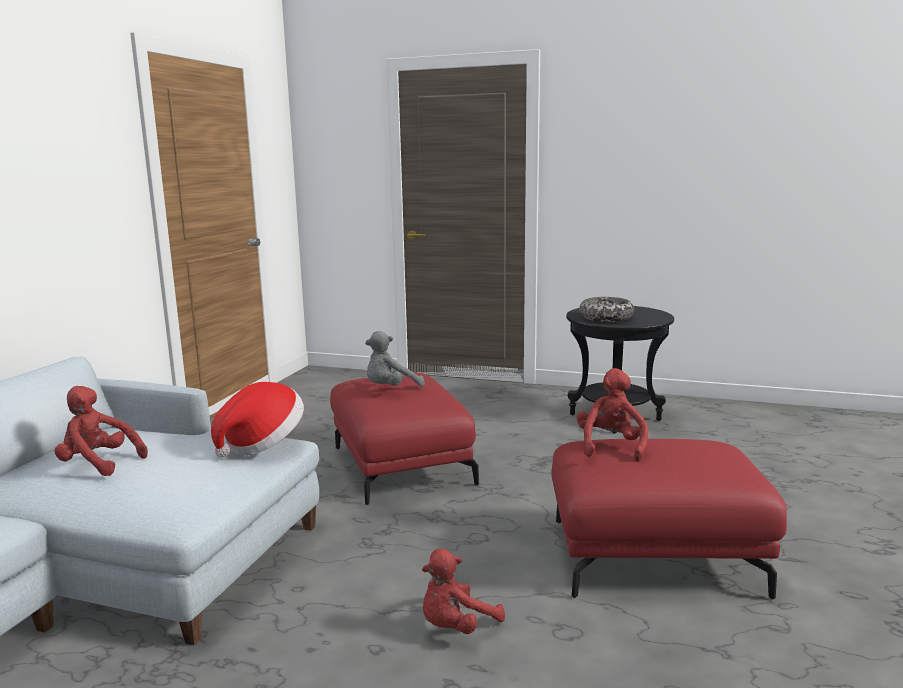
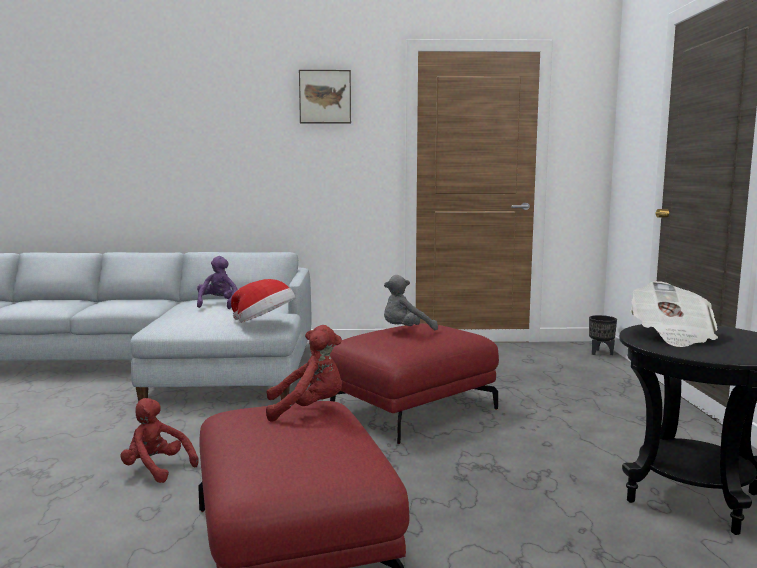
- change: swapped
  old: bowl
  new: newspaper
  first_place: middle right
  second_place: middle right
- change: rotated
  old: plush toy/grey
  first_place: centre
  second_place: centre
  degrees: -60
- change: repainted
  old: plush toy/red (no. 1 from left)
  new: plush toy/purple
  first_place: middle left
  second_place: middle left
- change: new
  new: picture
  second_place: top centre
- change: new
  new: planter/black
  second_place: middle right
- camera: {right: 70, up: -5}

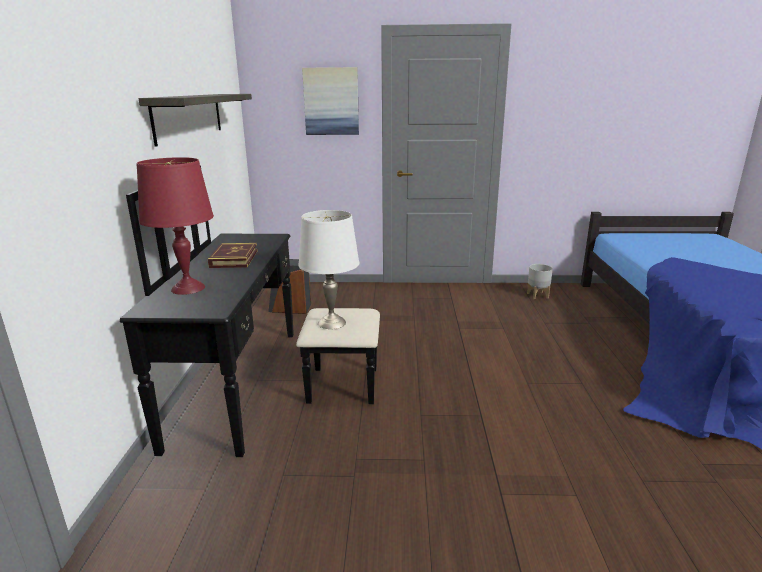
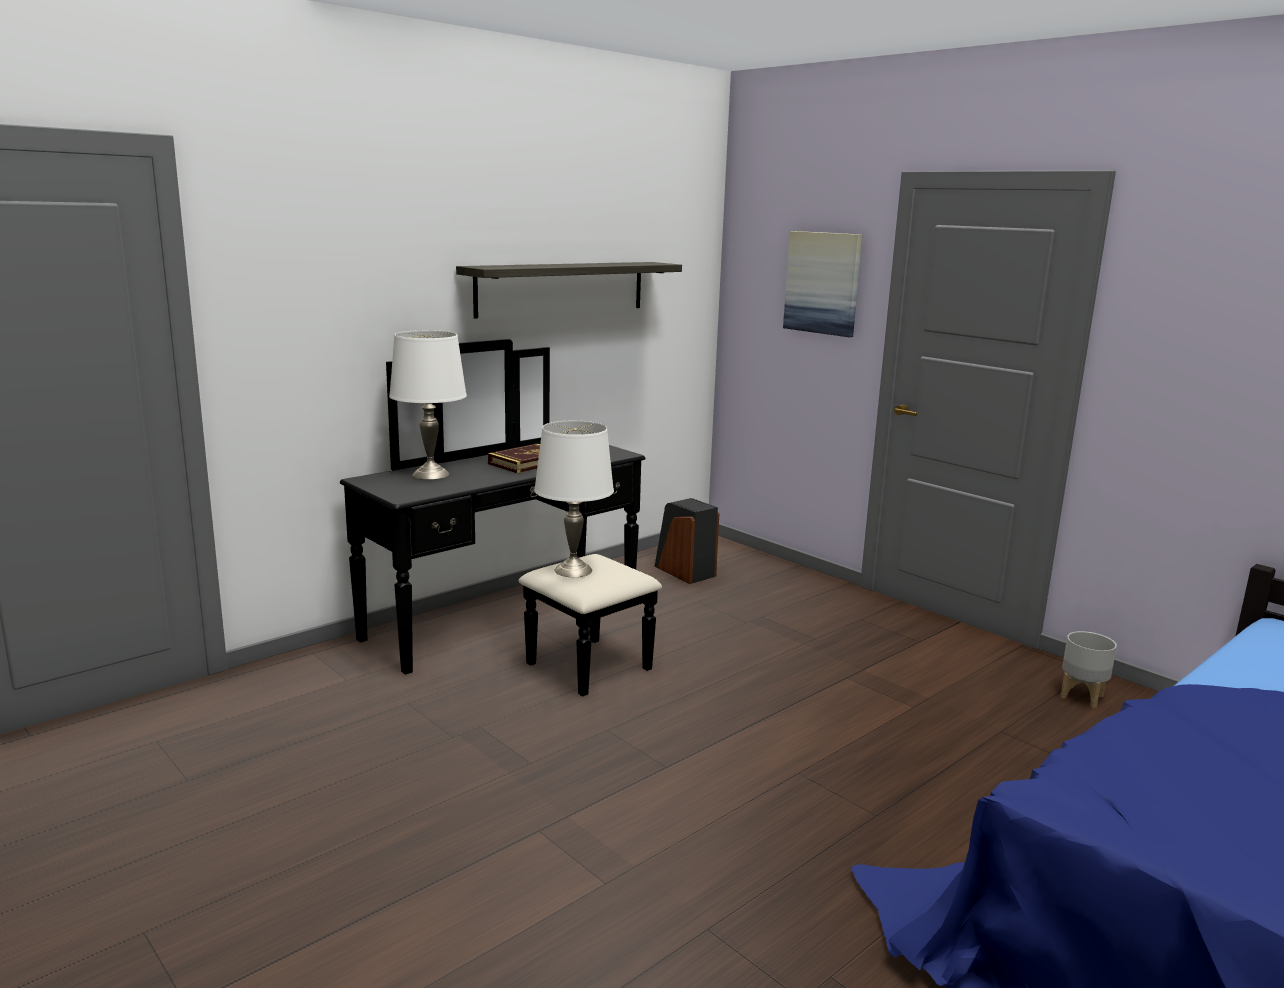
- change: repainted
  old: table lamp/red
  new: table lamp/white (no. 1 from left)
  first_place: middle left
  second_place: centre
- camera: {right: 45, up: -5}

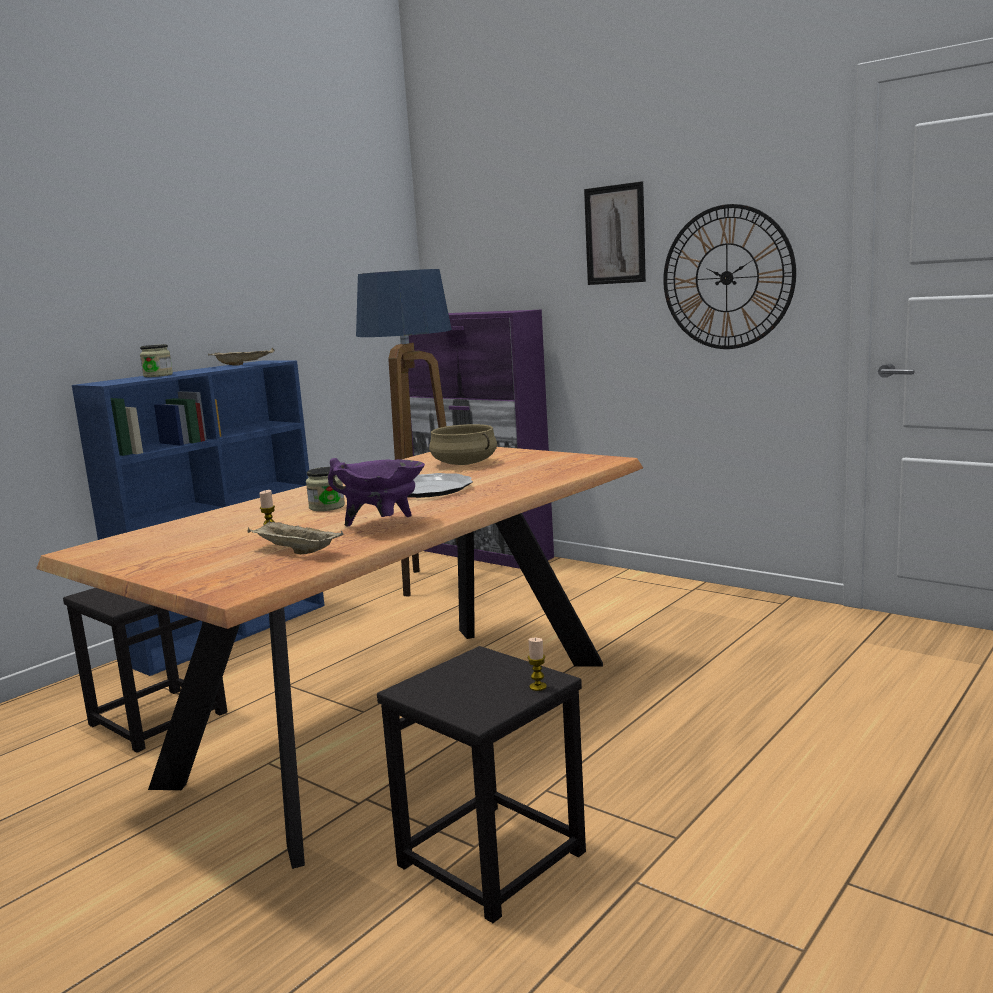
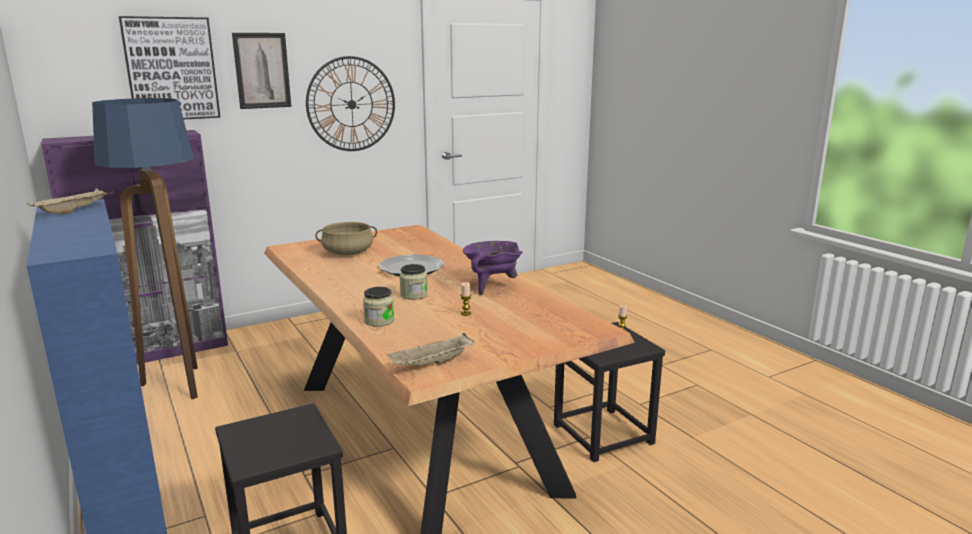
- change: shifted
  old: jar (no. 1 from left)
  first_place: middle left
  second_place: centre
- change: shifted
  old: tray/beige (no. 2 from left)
  first_place: middle left
  second_place: centre
- change: new
  new: picture (no. 1 from left)
  second_place: top left
- camera: {right: -70, up: 5}

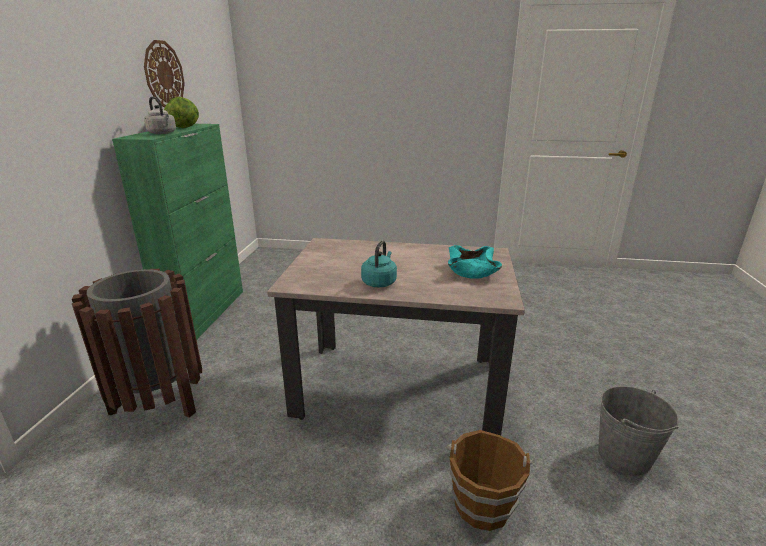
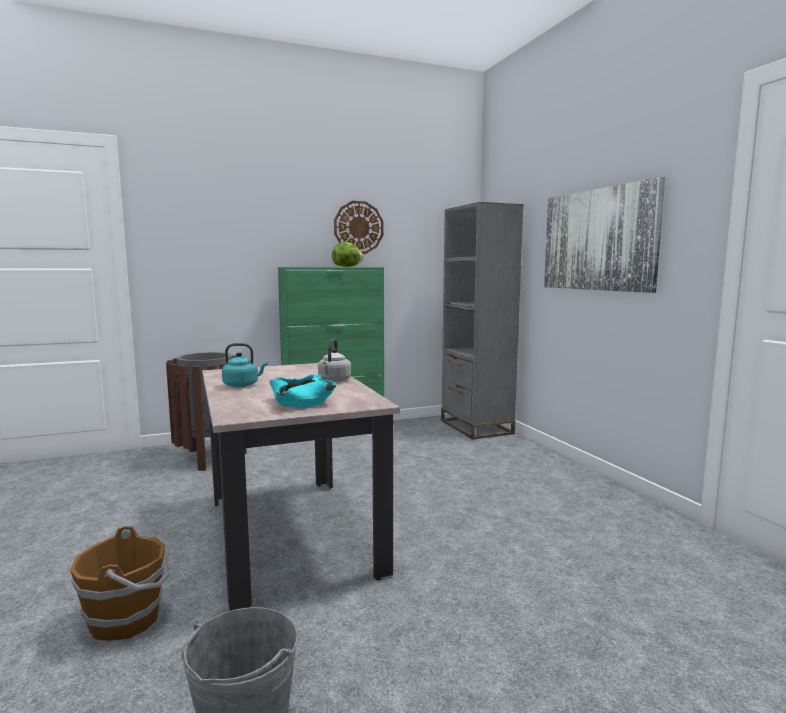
- change: shifted
  old: kettle/grey
  first_place: top left
  second_place: centre
- change: new
  new: picture
  second_place: top right
- change: new
  new: bookcase/grey
  second_place: centre
- camera: {right: 60, up: -15}

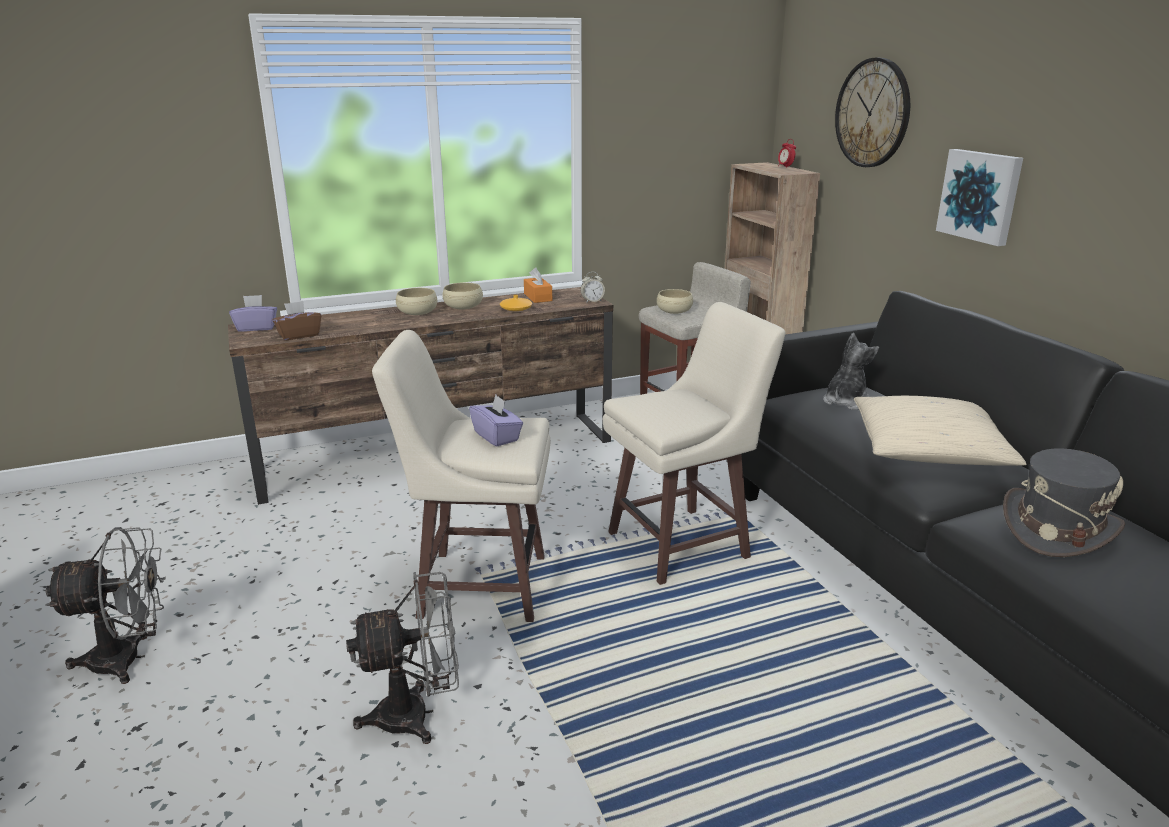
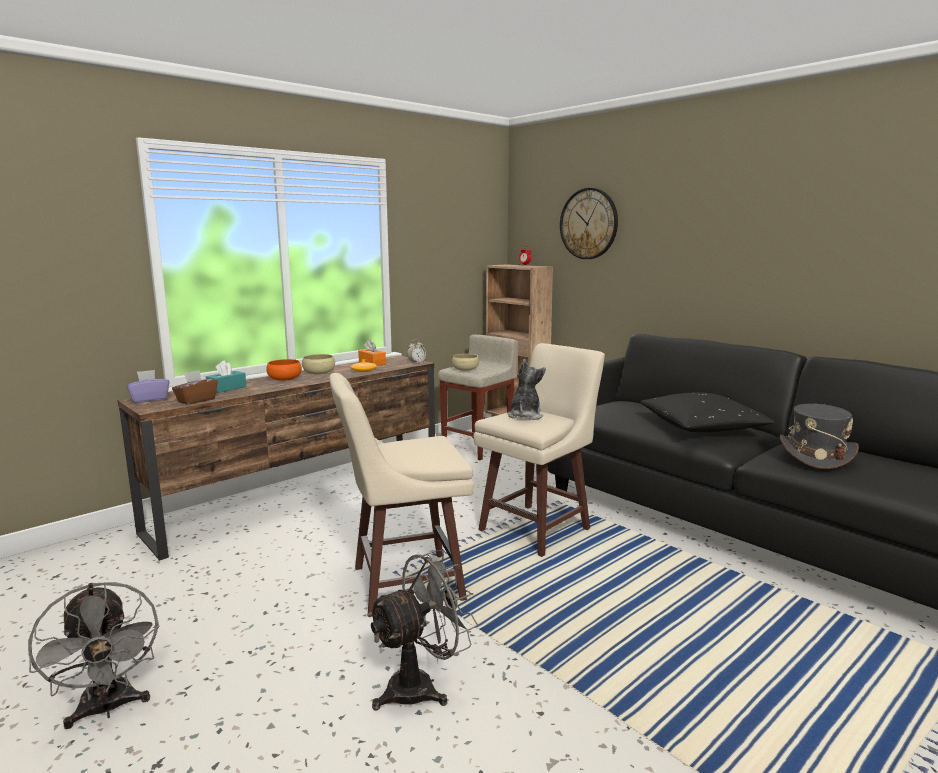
- change: gone
  old: picture
  first_place: top right
- change: repainted
  old: bowl/beige (no. 1 from left)
  new: bowl/orange
  first_place: centre
  second_place: middle left
- change: shifted
  old: plush toy
  first_place: middle right
  second_place: centre
- change: gone
  old: tissue box/purple (no. 2 from left)
  first_place: centre
- change: repainted
  old: pillow/beige
  new: pillow/black
  first_place: middle right
  second_place: middle right
- change: rotated
  old: fan/grey (no. 1 from left)
  first_place: bottom left
  second_place: bottom left
  degrees: 90
- change: new
  new: tissue box/turquoise
  second_place: middle left
- camera: {right: -20, up: -10}

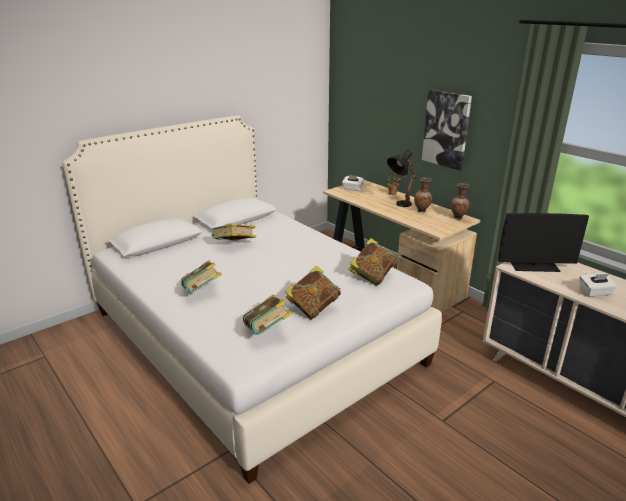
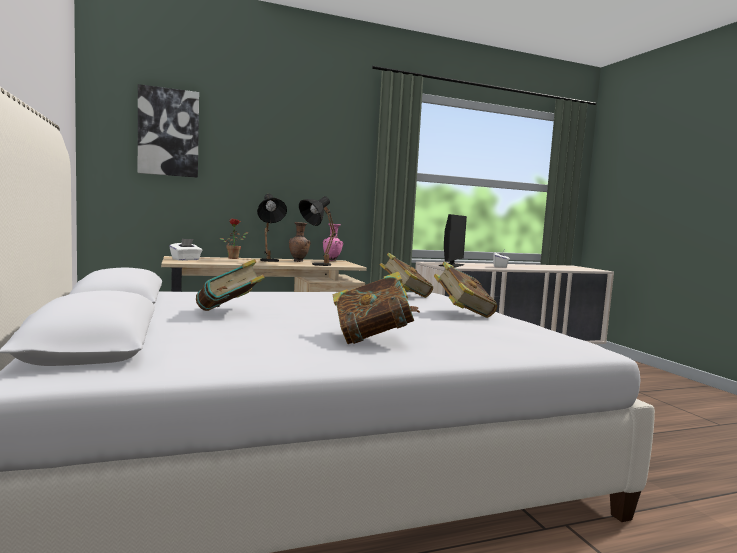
- change: shifted
  old: picture
  first_place: top right
  second_place: top left
- change: repainted
  old: vase/brown (no. 2 from left)
  new: vase/pink
  first_place: middle right
  second_place: centre
- change: gone
  old: book (no. 3 from left)
  first_place: centre
- change: new
  new: table lamp/black (no. 2 from left)
  second_place: centre
- camera: {right: -70, up: -20}

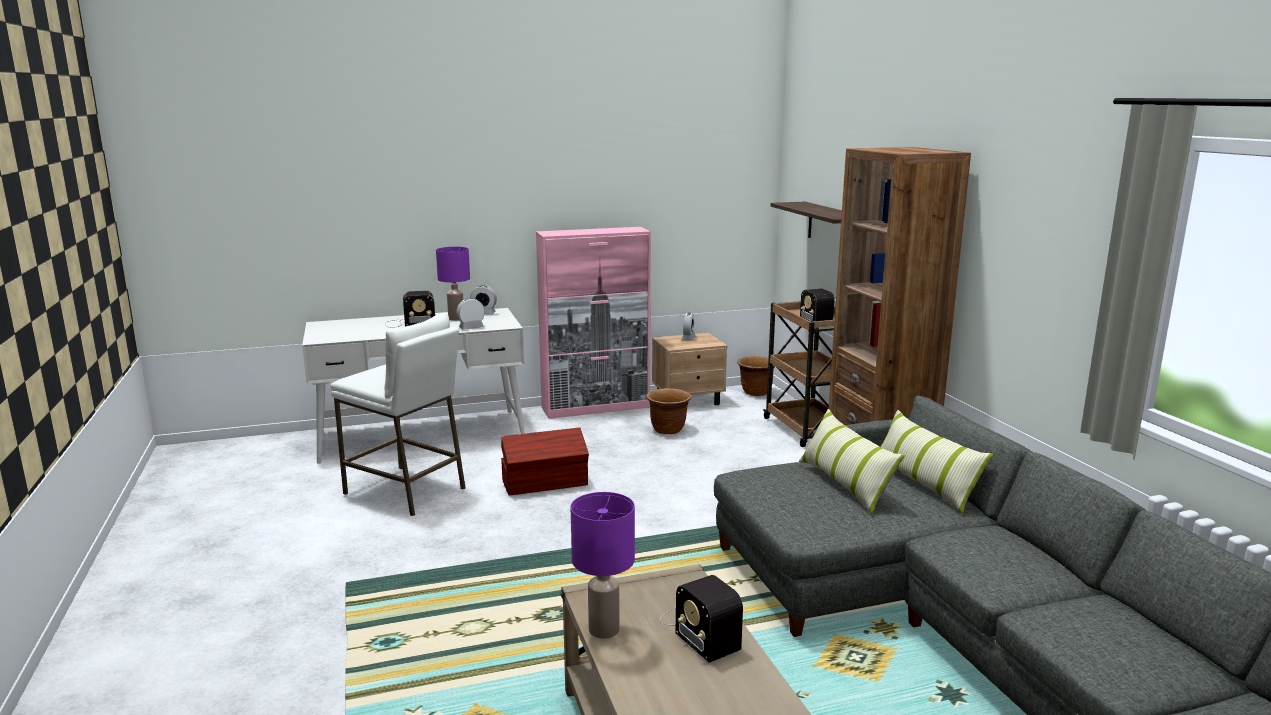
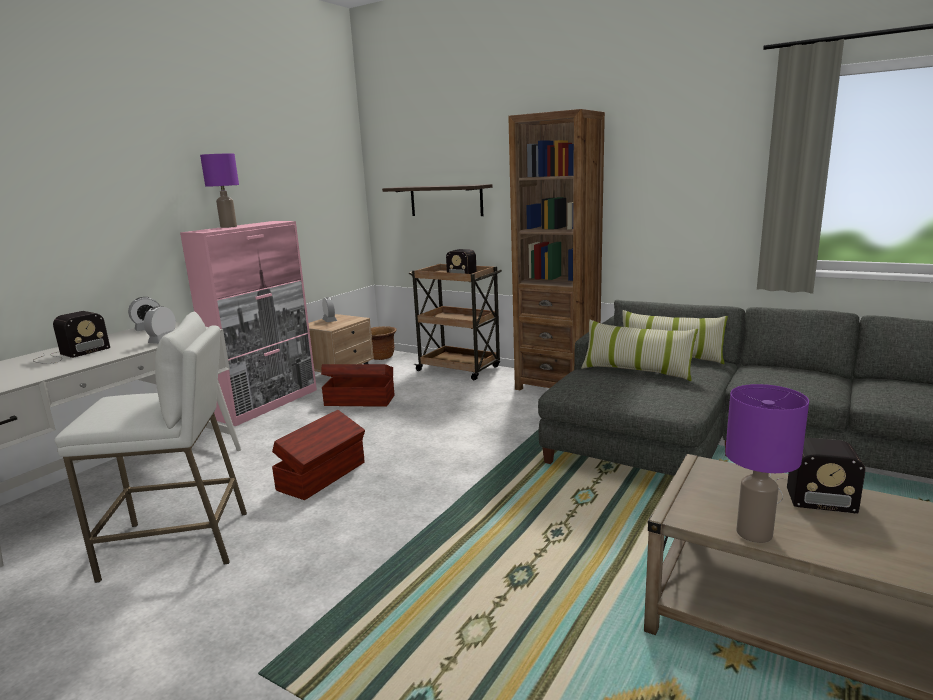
- change: shifted
  old: table lamp/purple (no. 1 from left)
  first_place: centre
  second_place: top left
- change: swapped
  old: planter/brown (no. 1 from left)
  new: storage box/brown (no. 2 from left)
  first_place: centre
  second_place: centre
- camera: {right: -40, up: 0}

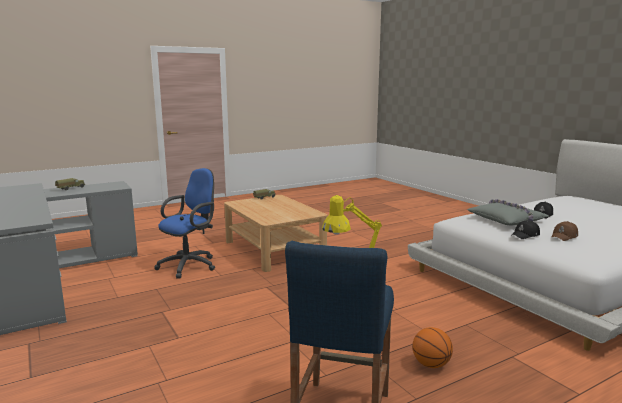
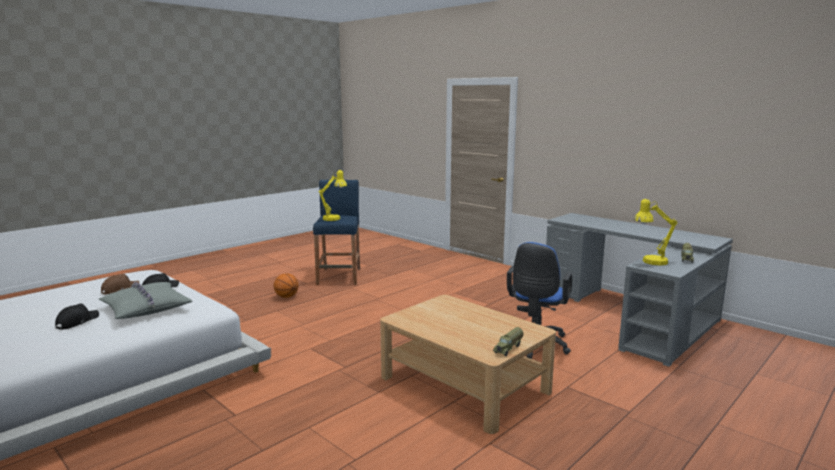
- change: new
  new: table lamp/yellow (no. 2 from left)
  second_place: middle right
- camera: {right: 165, up: 0}

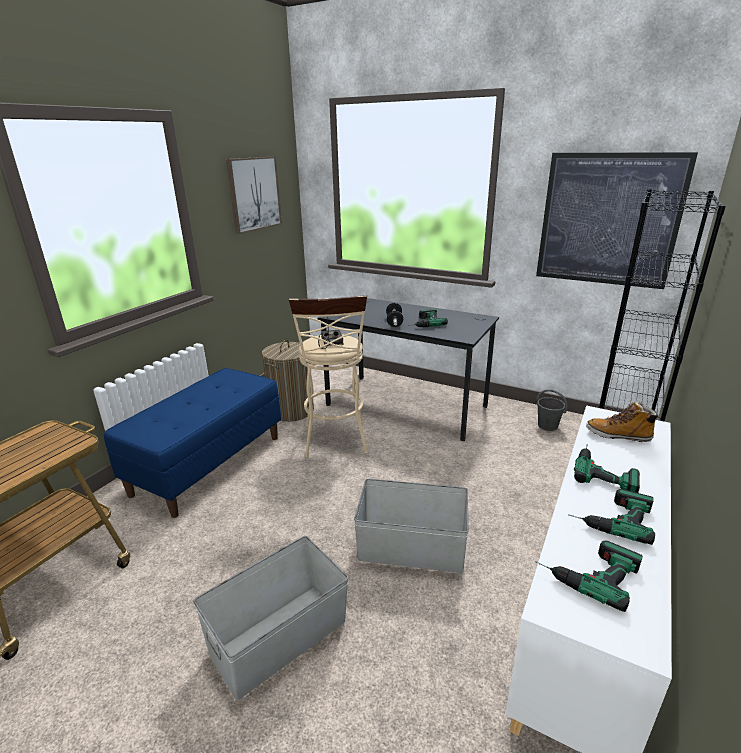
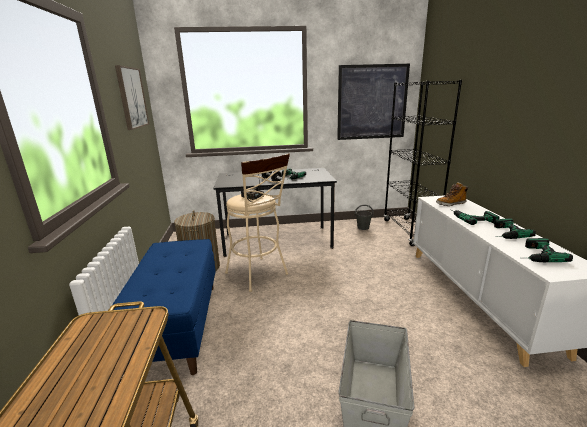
- change: gone
  old: storage box/grey (no. 2 from left)
  first_place: bottom centre
- camera: {right: -35, up: -5}

